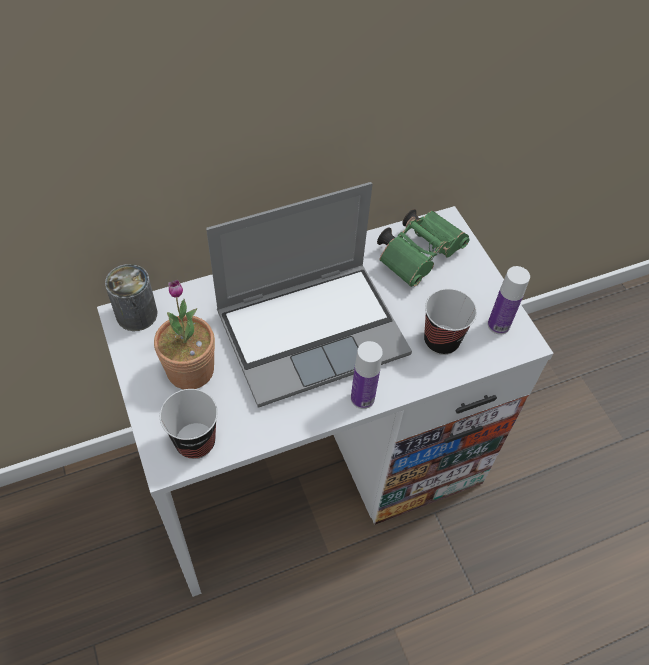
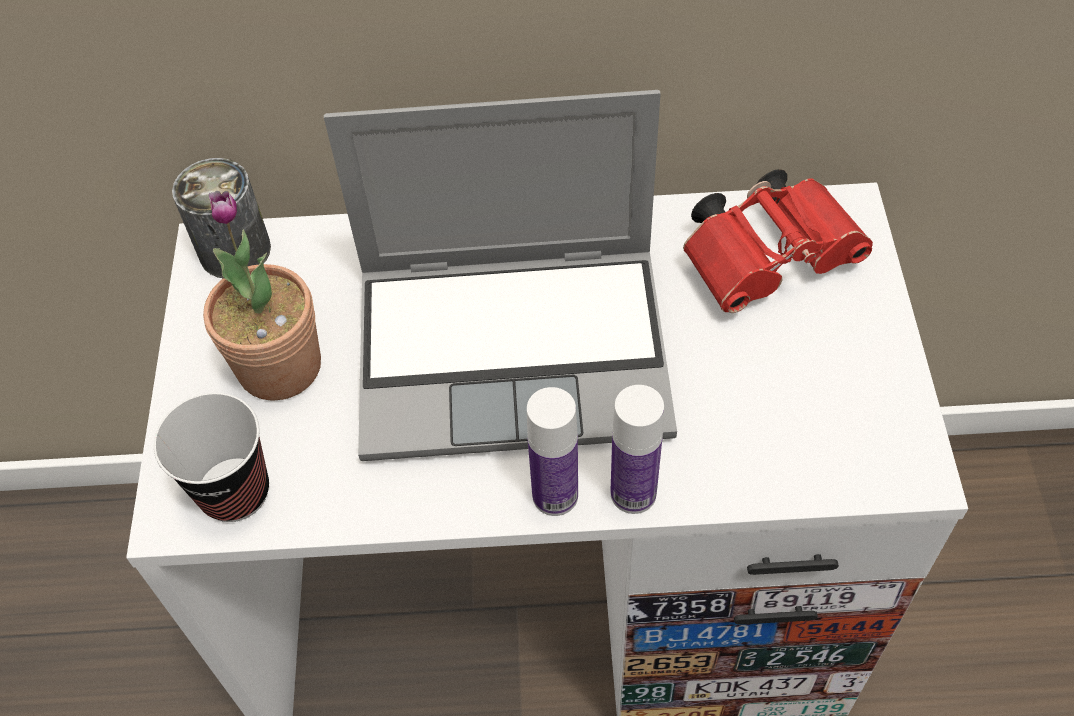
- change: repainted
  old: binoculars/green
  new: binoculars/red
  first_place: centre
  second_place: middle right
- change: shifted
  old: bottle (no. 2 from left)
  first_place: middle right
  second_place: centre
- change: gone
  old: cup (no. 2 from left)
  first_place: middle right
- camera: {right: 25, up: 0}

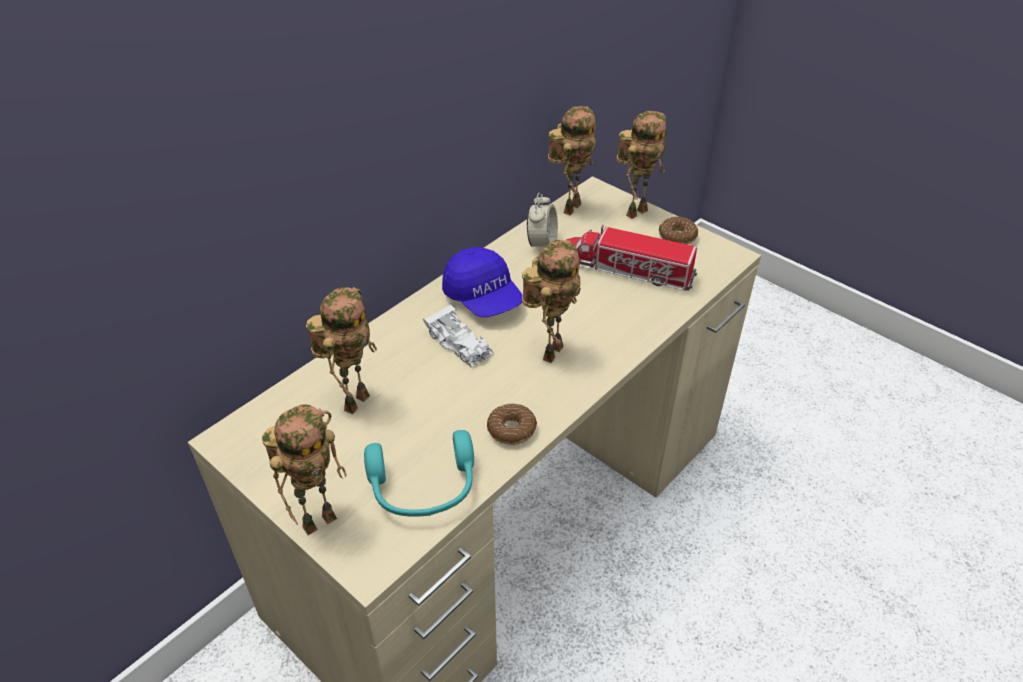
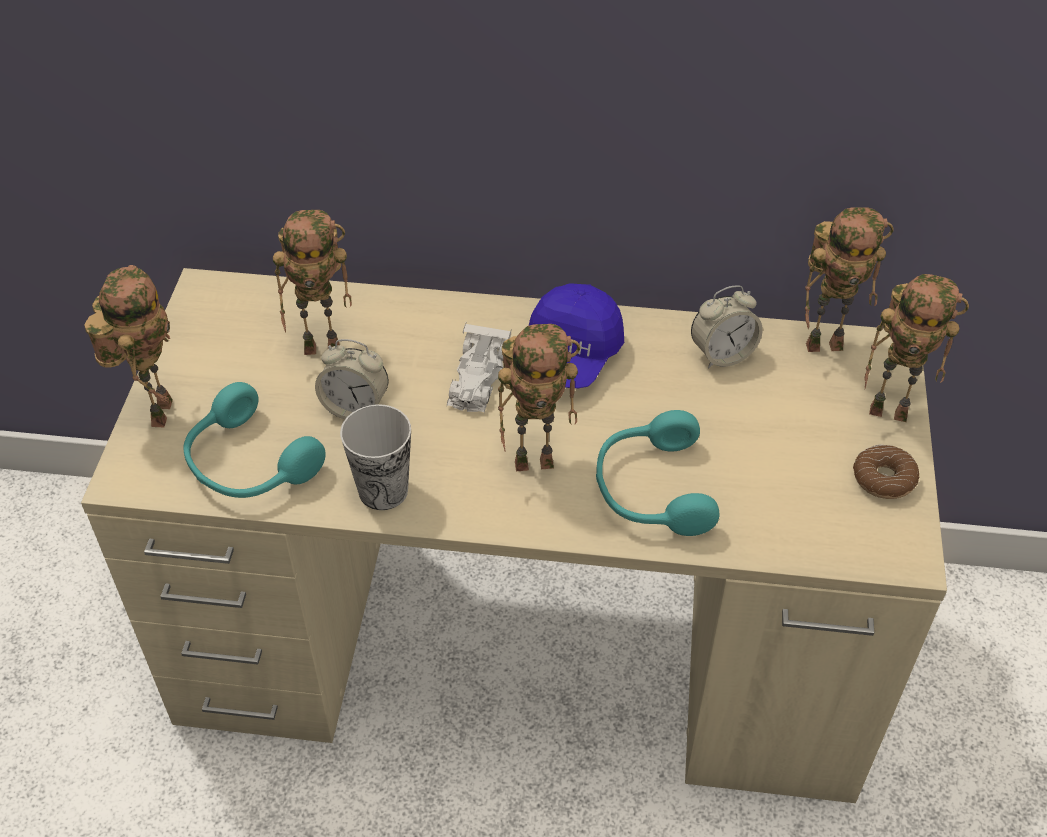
- change: gone
  old: toy truck
  first_place: centre
- change: swapped
  old: donut (no. 1 from left)
  new: cup
  first_place: centre
  second_place: centre
- change: rotated
  old: toy robot (no. 1 from left)
  first_place: bottom left
  second_place: middle left
  degrees: -105
- change: new
  new: alarm clock (no. 1 from left)
  second_place: centre
- change: new
  new: headphones/turquoise (no. 2 from left)
  second_place: centre
- camera: {right: 55, up: 5}

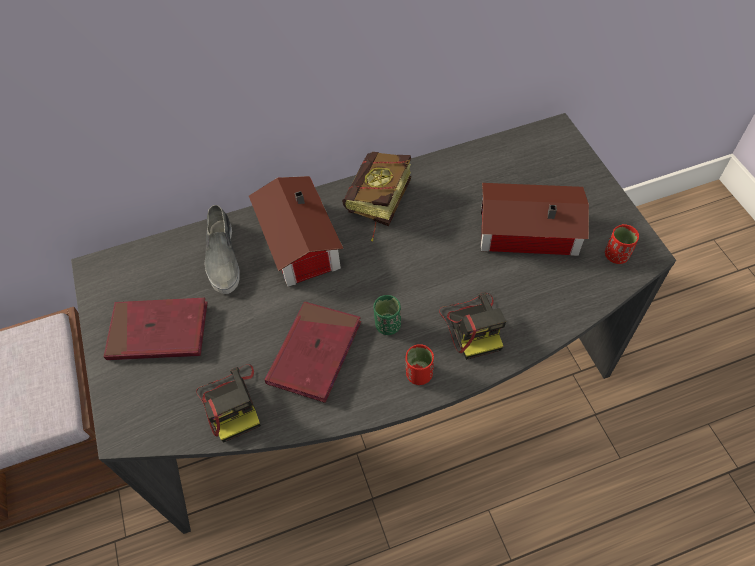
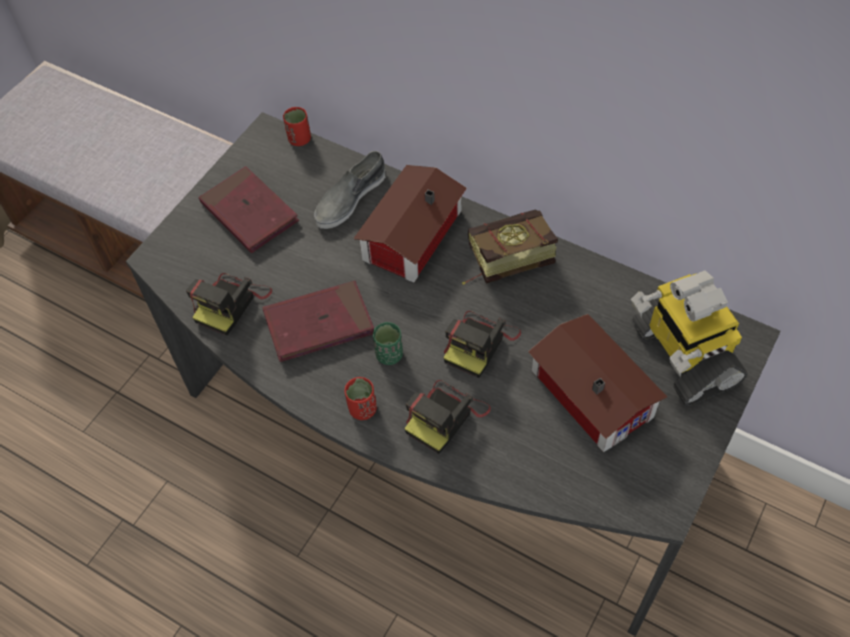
- change: shifted
  old: cup/red (no. 2 from left in the first image)
  new: cup/red (no. 1 from left)
  first_place: middle right
  second_place: top centre
- change: new
  new: toy robot
  second_place: middle right
- change: new
  new: photo camera (no. 3 from left)
  second_place: centre
- camera: {right: 50, up: 0}

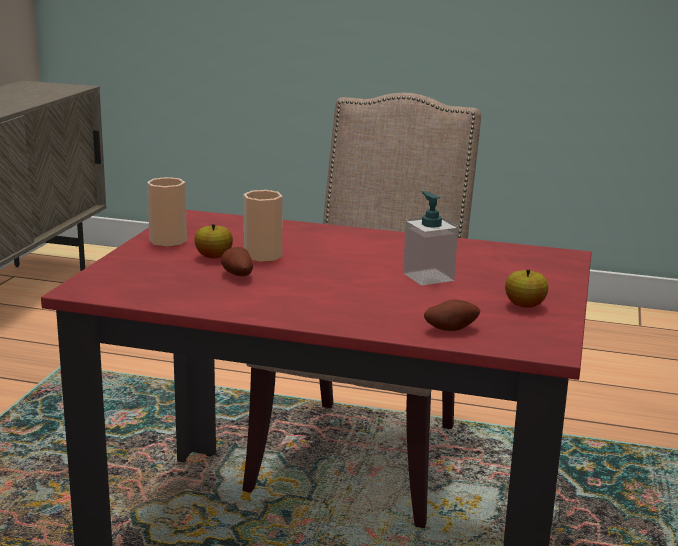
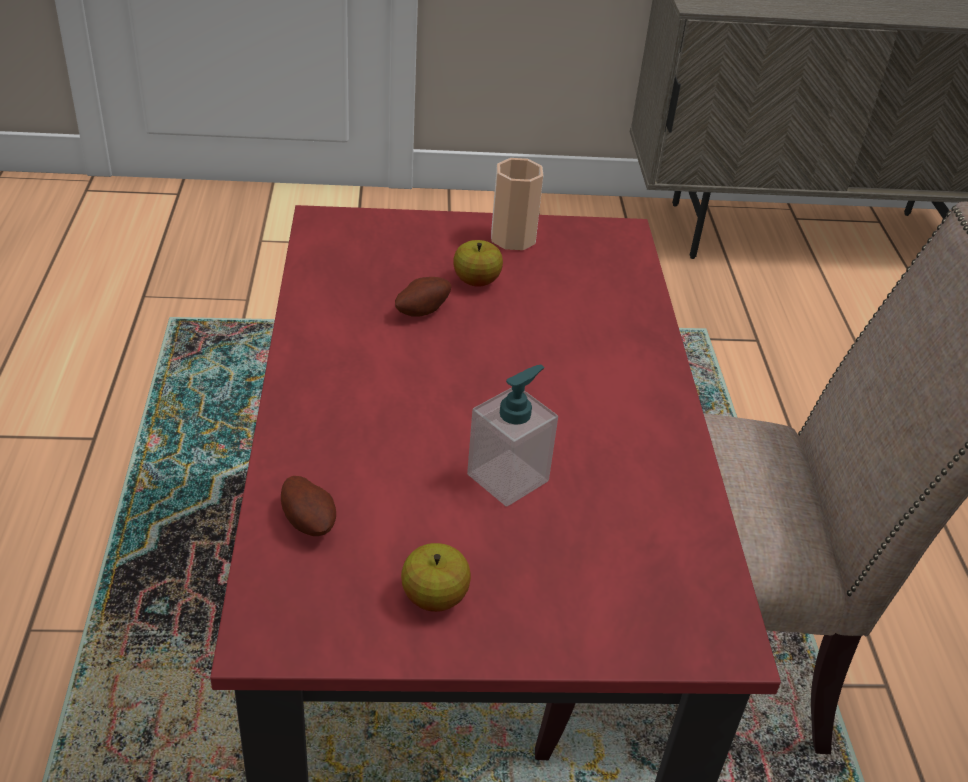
- change: gone
  old: cup (no. 2 from left)
  first_place: centre
- camera: {right: 70, up: 20}

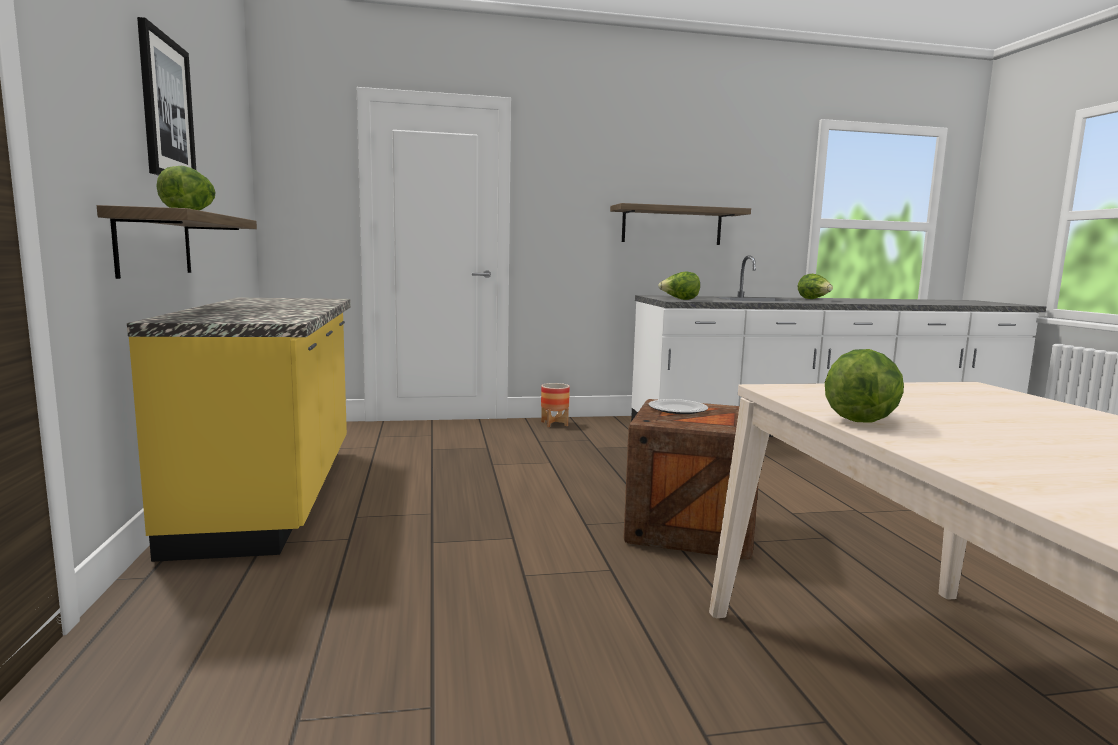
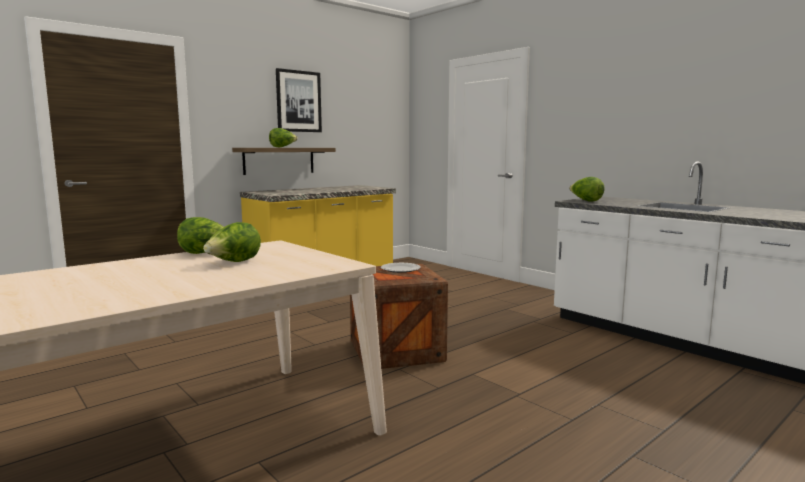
- change: gone
  old: shelf (no. 2 from left)
  first_place: top centre
- change: shifted
  old: lettuce (no. 3 from left in the first image)
  new: lettuce (no. 2 from left)
  first_place: middle right
  second_place: middle left
- change: gone
  old: planter
  first_place: centre
- camera: {right: 60, up: 0}

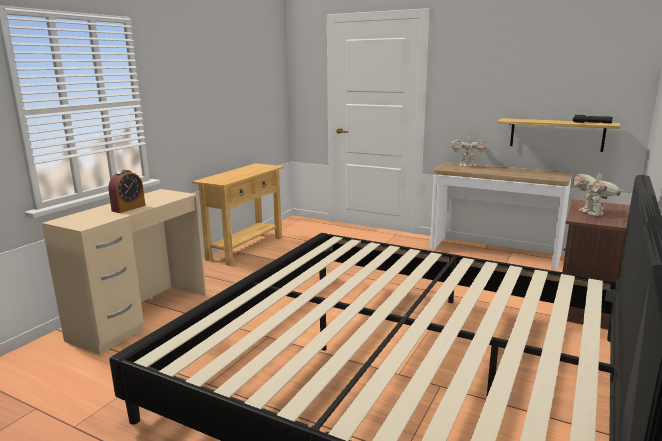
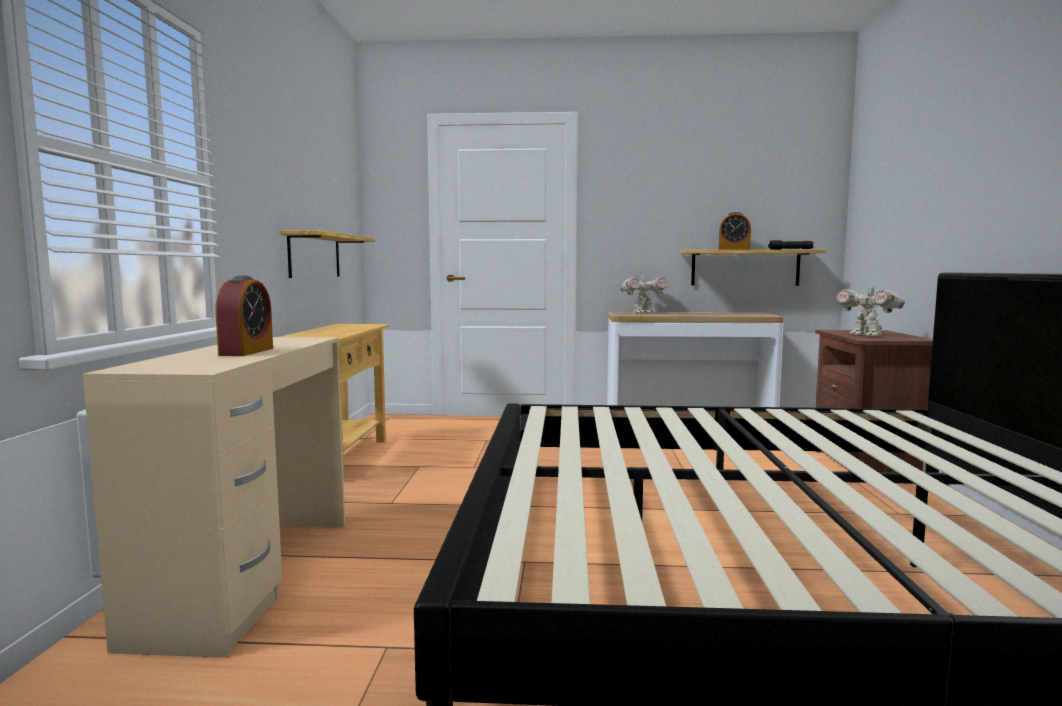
- change: new
  new: alarm clock (no. 2 from left)
  second_place: top right
- change: new
  new: shelf (no. 1 from left)
  second_place: middle left
- camera: {right: -25, up: -10}

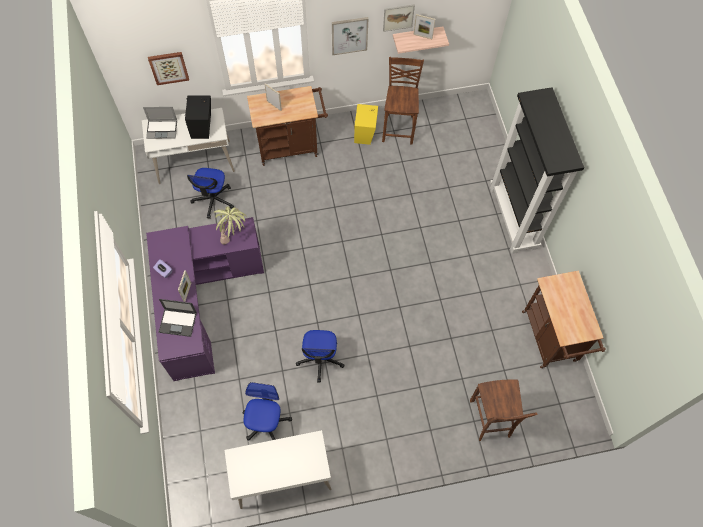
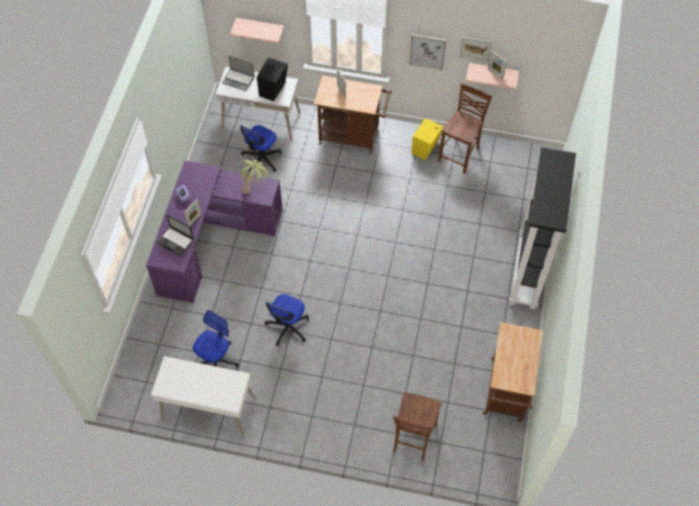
- change: swapped
  old: picture (no. 1 from left)
  new: shelf (no. 1 from left)
  first_place: top left
  second_place: top centre
- camera: {right: 25, up: -5}

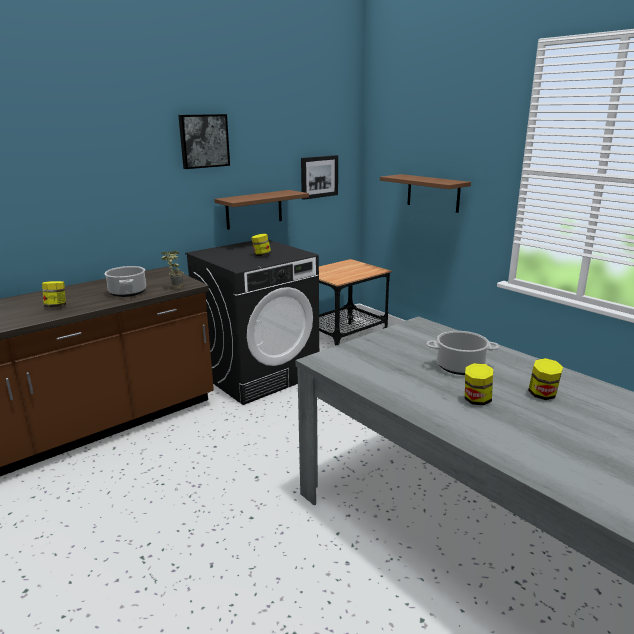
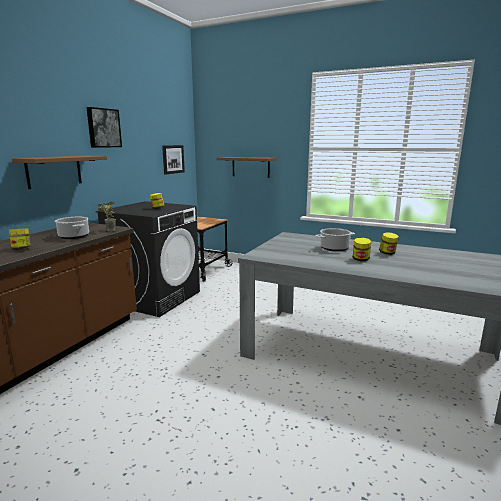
- change: shifted
  old: shelf/brown (no. 1 from left)
  first_place: top centre
  second_place: middle left
- camera: {right: -25, up: -5}

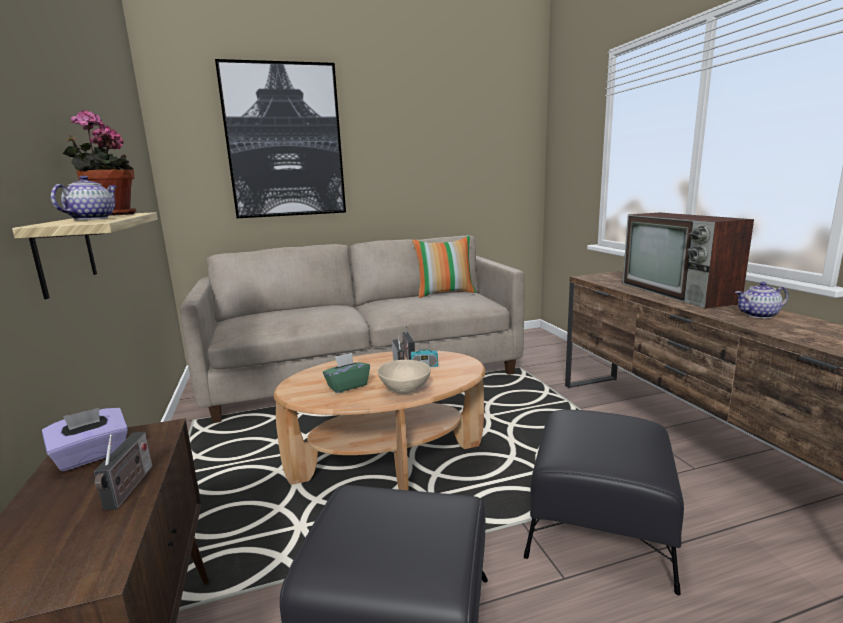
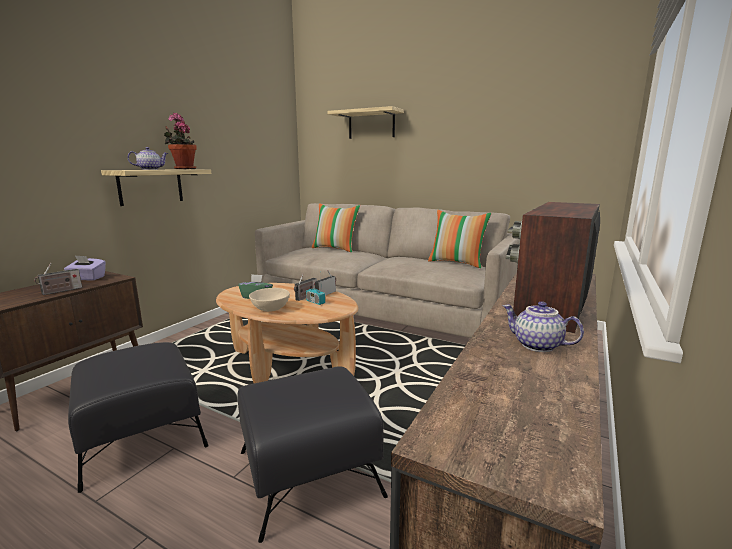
- change: swapped
  old: picture
  new: shelf (no. 2 from left)
  first_place: top left
  second_place: top centre
- change: new
  new: pillow (no. 1 from left)
  second_place: centre
- camera: {right: 45, up: 0}

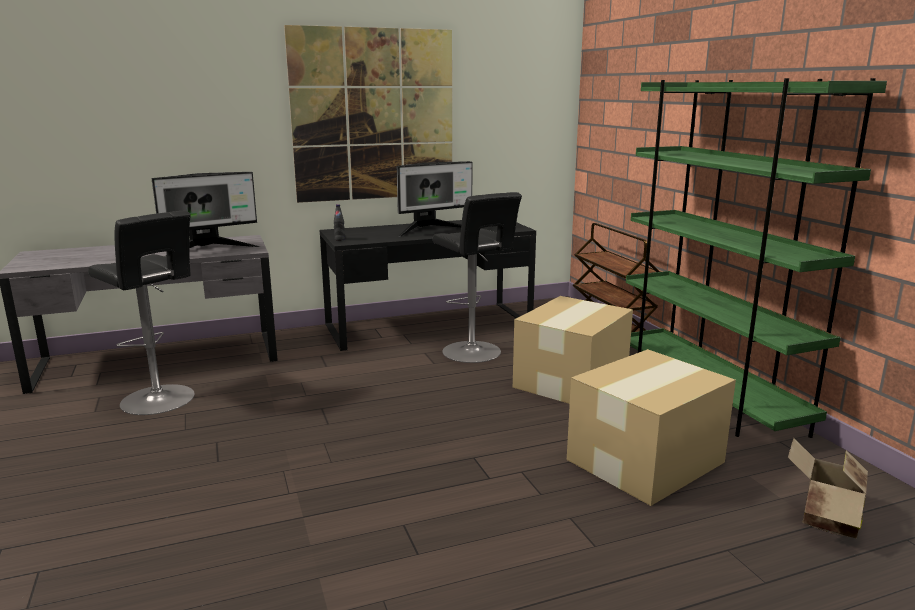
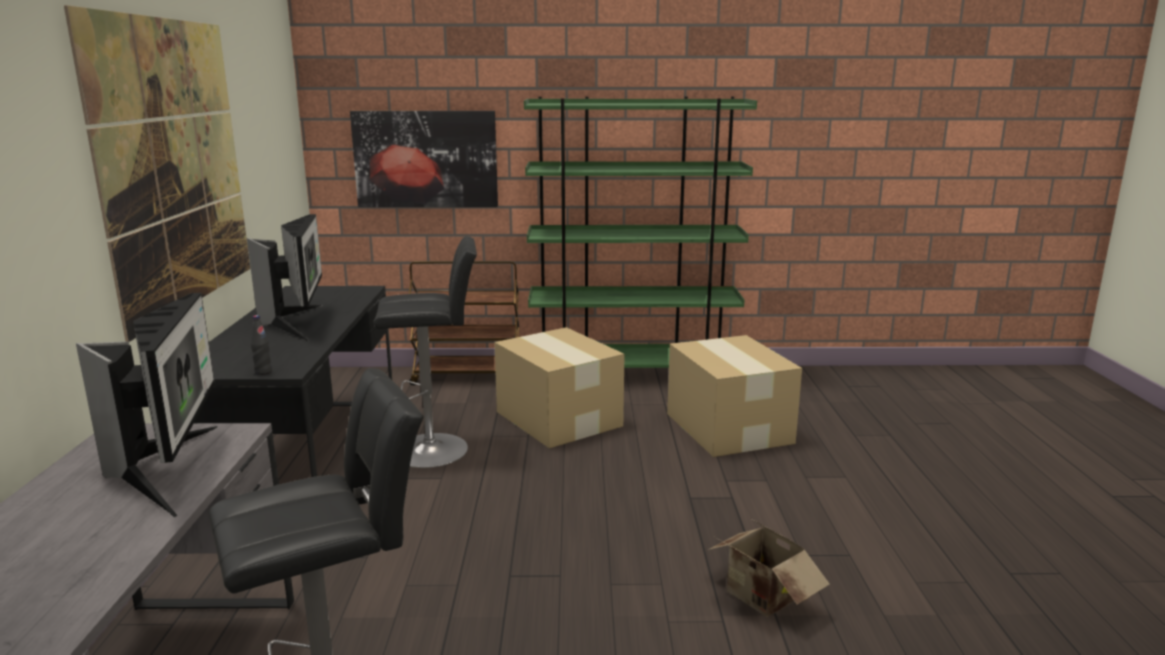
- change: shifted
  old: cardboard box (no. 3 from left)
  first_place: bottom right
  second_place: bottom centre
- change: new
  new: picture (no. 2 from left)
  second_place: top centre
- camera: {right: -70, up: 0}

